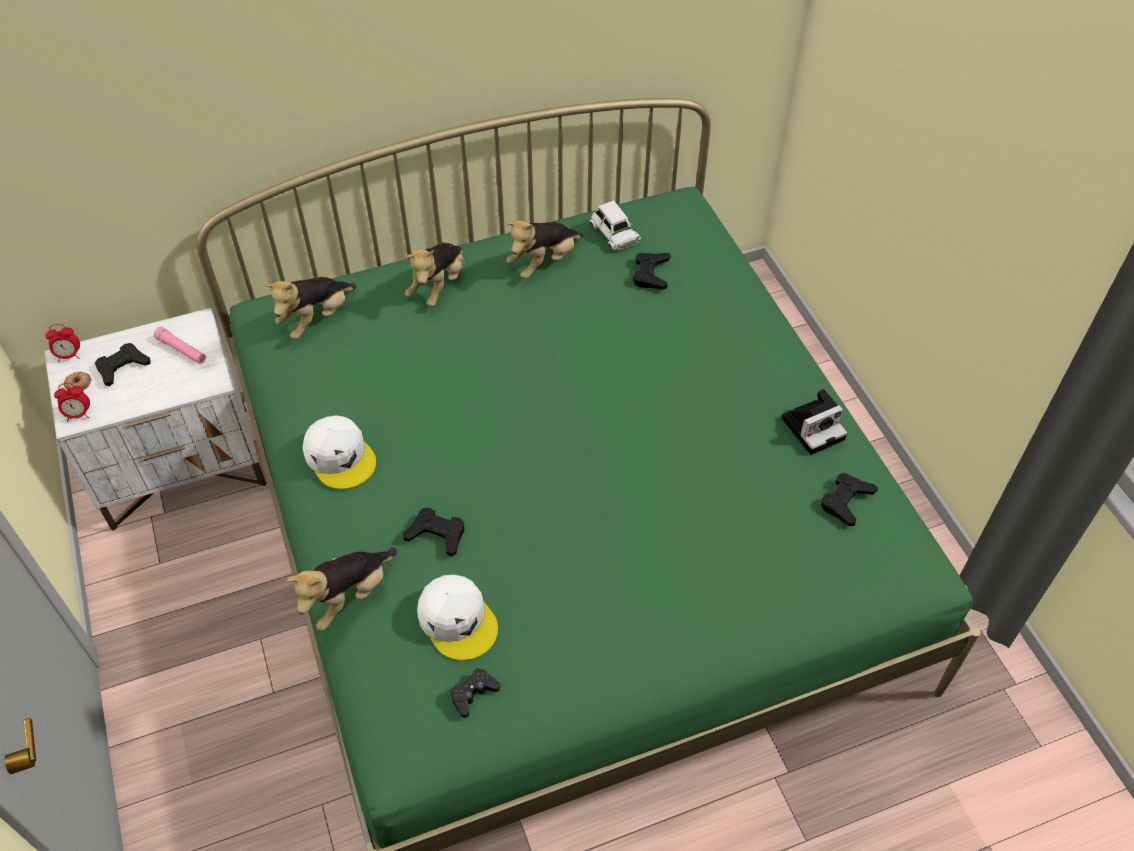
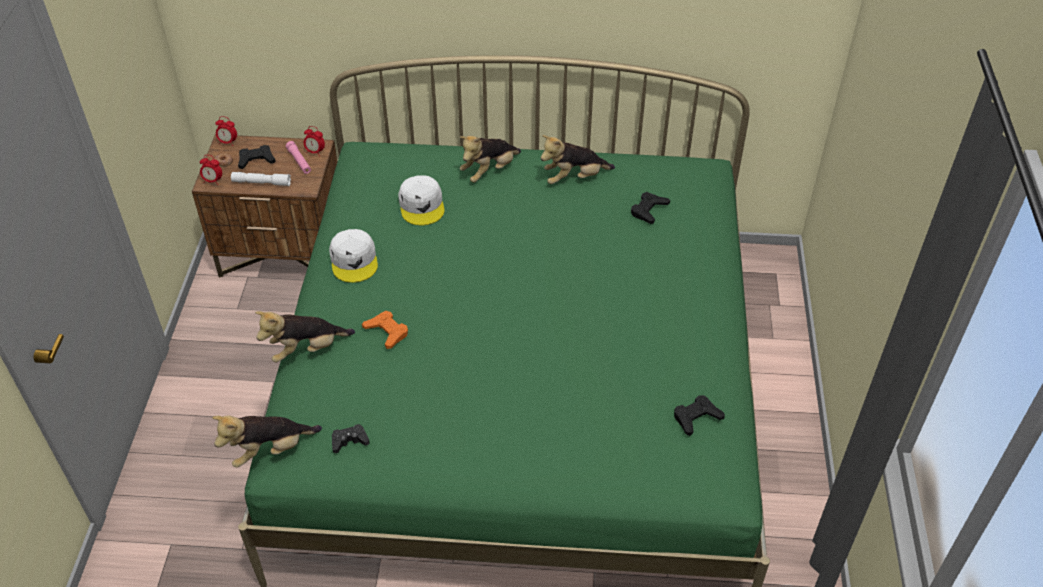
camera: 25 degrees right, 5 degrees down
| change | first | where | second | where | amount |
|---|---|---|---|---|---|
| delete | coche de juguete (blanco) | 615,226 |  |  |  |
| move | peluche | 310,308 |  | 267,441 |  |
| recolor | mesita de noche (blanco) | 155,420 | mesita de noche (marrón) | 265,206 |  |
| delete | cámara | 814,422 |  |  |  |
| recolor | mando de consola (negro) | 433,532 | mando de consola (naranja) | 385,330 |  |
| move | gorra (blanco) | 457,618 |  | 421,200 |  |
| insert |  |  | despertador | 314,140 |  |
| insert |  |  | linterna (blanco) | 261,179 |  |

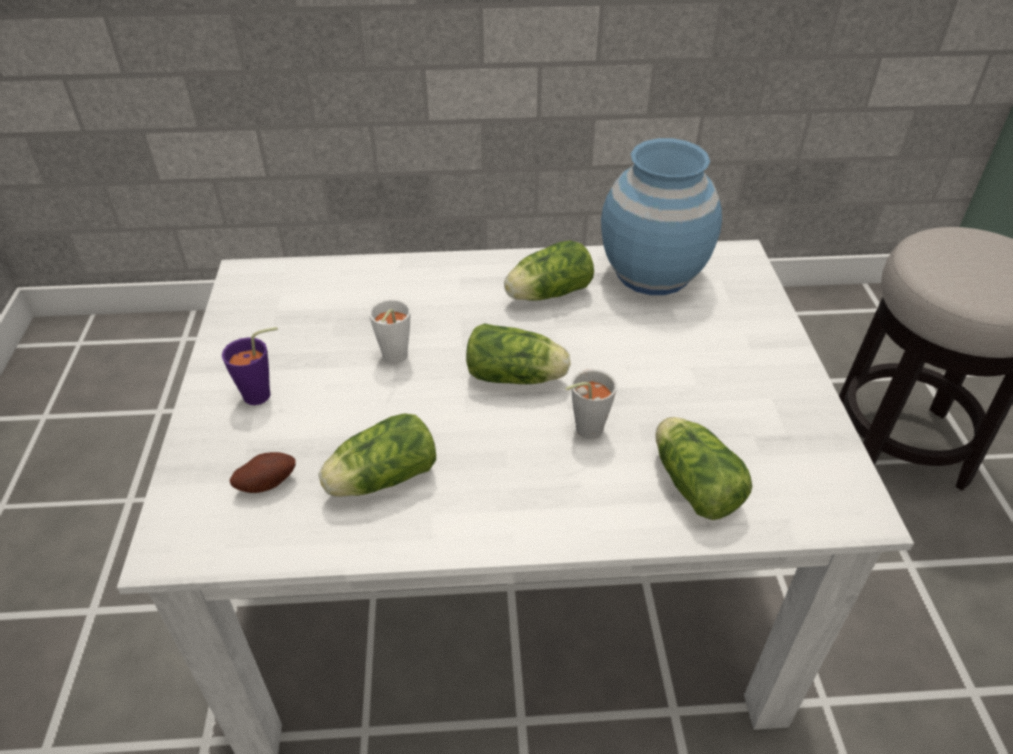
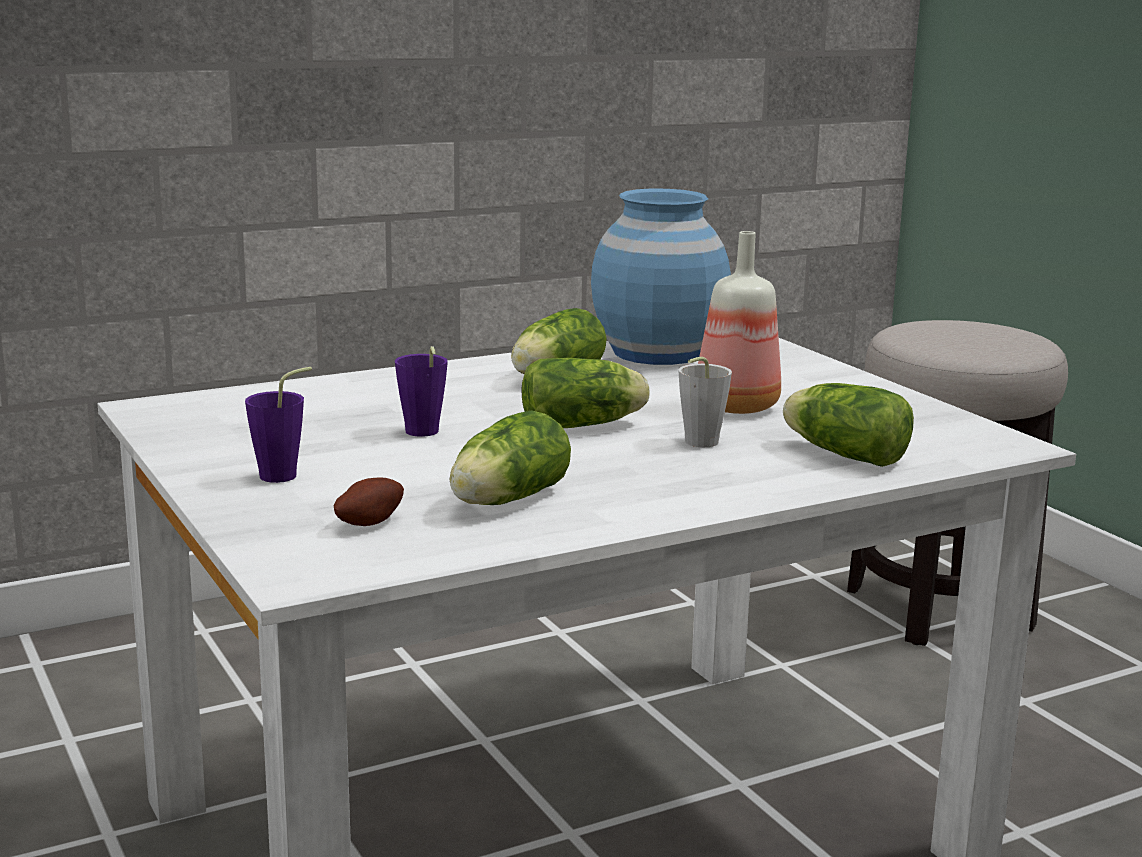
camera: 25 degrees left, 25 degrees down
| change | first | where | second | where | amount |
|---|---|---|---|---|---|
| recolor | taza (blanco) | 390,331 | taza (morado) | 421,391 |  |
| insert |  |  | botella | 739,322 |  |

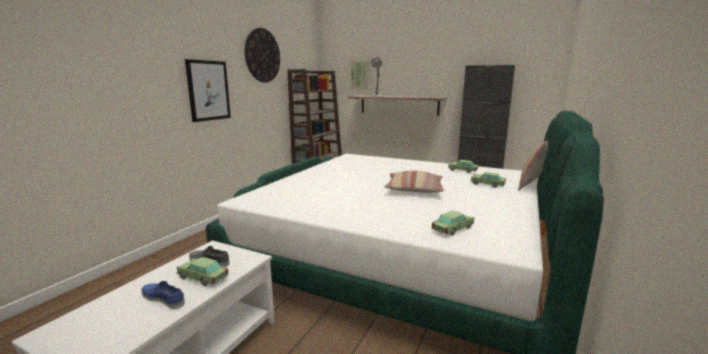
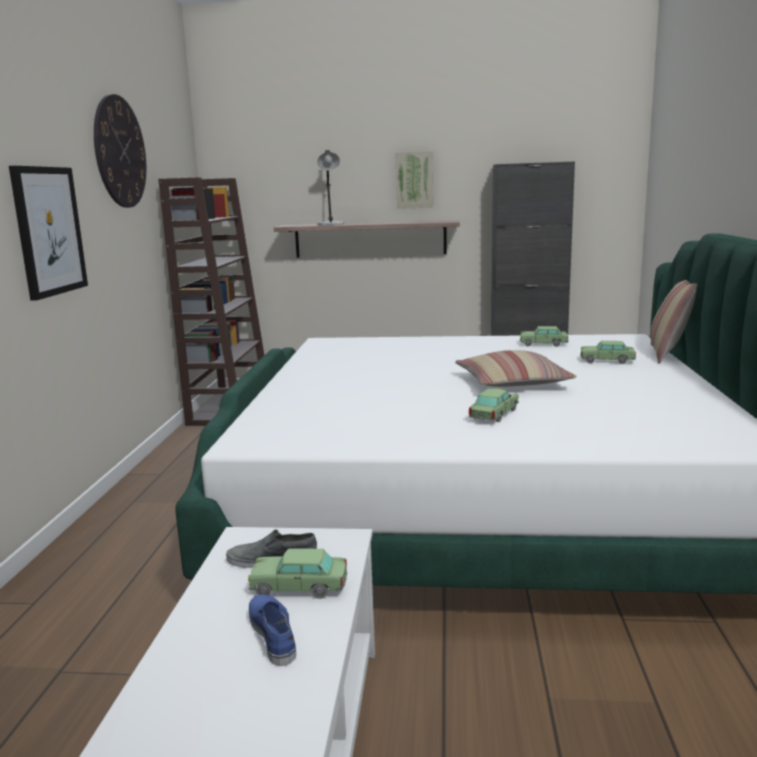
camera: 20 degrees left, 0 degrees up
| change | first | where | second | where | amount |
|---|---|---|---|---|---|
| move | cuadro | 359,75 |  | 414,180 |  |
| move | coche de juguete | 453,223 |  | 494,405 |  |
| rotate | zapato (azul) | 163,295 |  | 272,630 | 60 degrees clockwise |

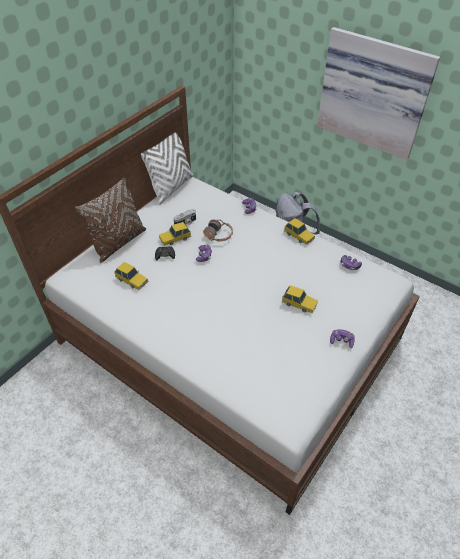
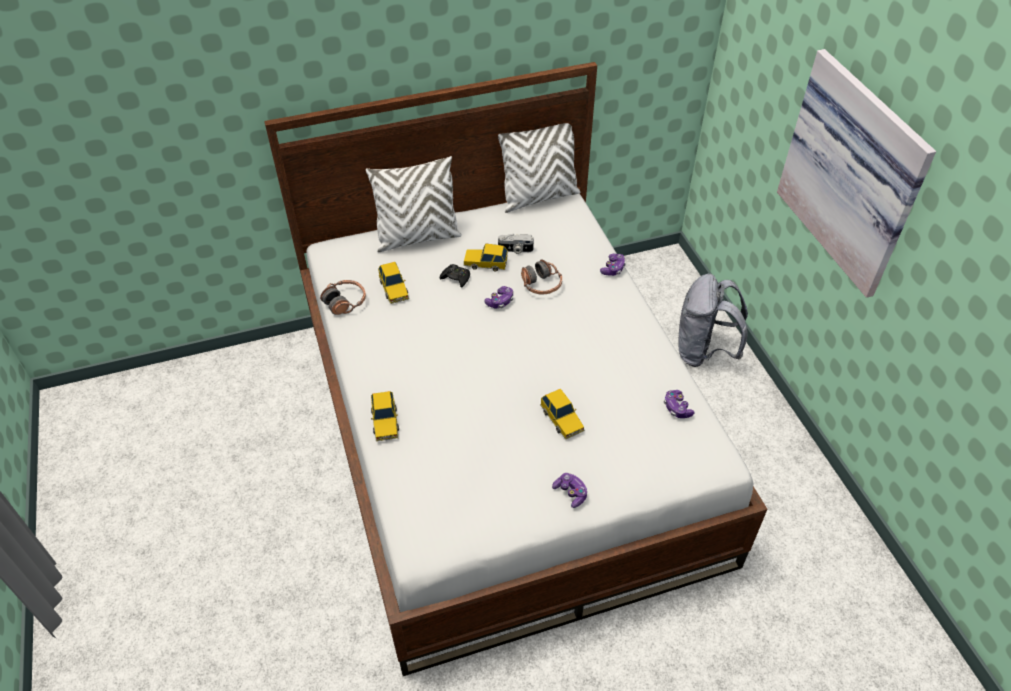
camera: 35 degrees right, 0 degrees up
| change | first | where | second | where | amount |
|---|---|---|---|---|---|
| recolor | cojín (marrón) | 110,220 | cojín (blanco) | 414,204 |  |
| move | coche de juguete | 299,231 |  | 385,416 |  |
| insert |  |  | auriculares | 343,297 |  |

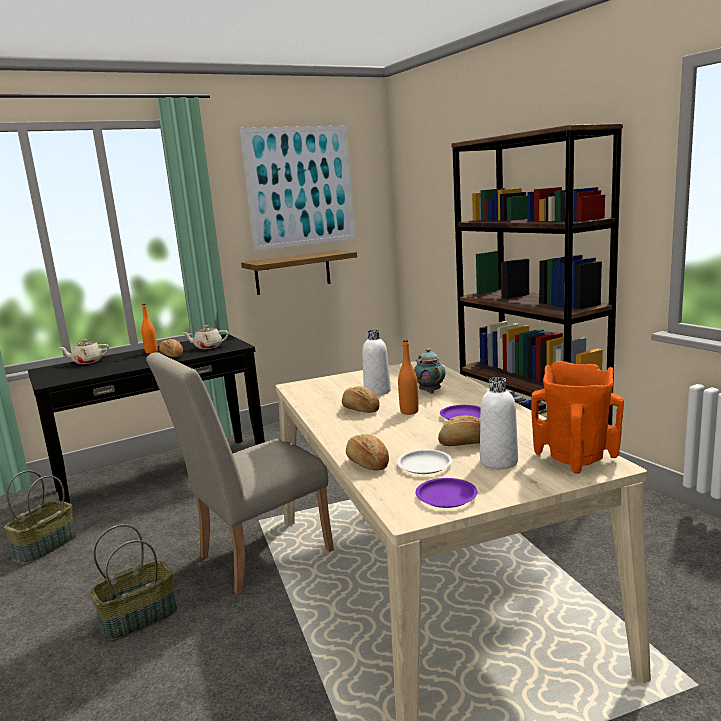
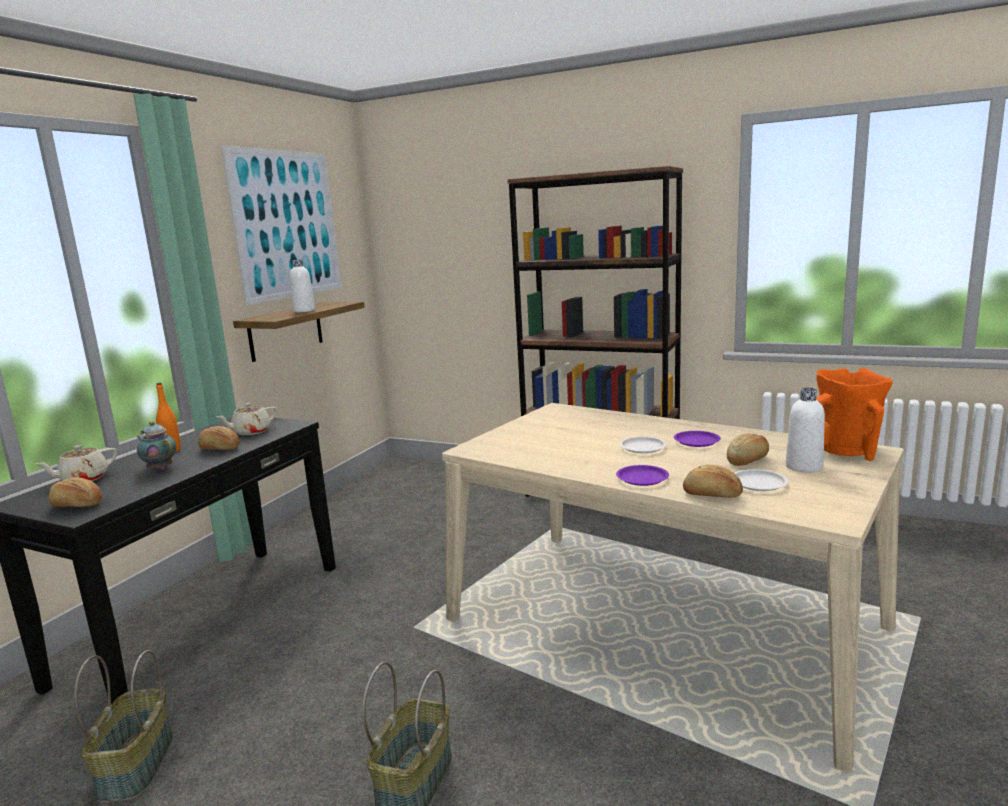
camera: 35 degrees left, 0 degrees up
| change | first | where | second | where | amount |
|---|---|---|---|---|---|
| move | botella (blanco) | 376,362 |  | 302,286 |  |
| replace | botella (naranja) | 408,377 | plato (blanco) | 643,445 |  |
| move | tetera | 430,370 |  | 157,445 |  |
| delete | silla (beis) | 240,474 |  |  |  |
| move | pan | 361,399 |  | 75,492 |  |
| move | plato (morado) | 447,493 |  | 642,475 |  |

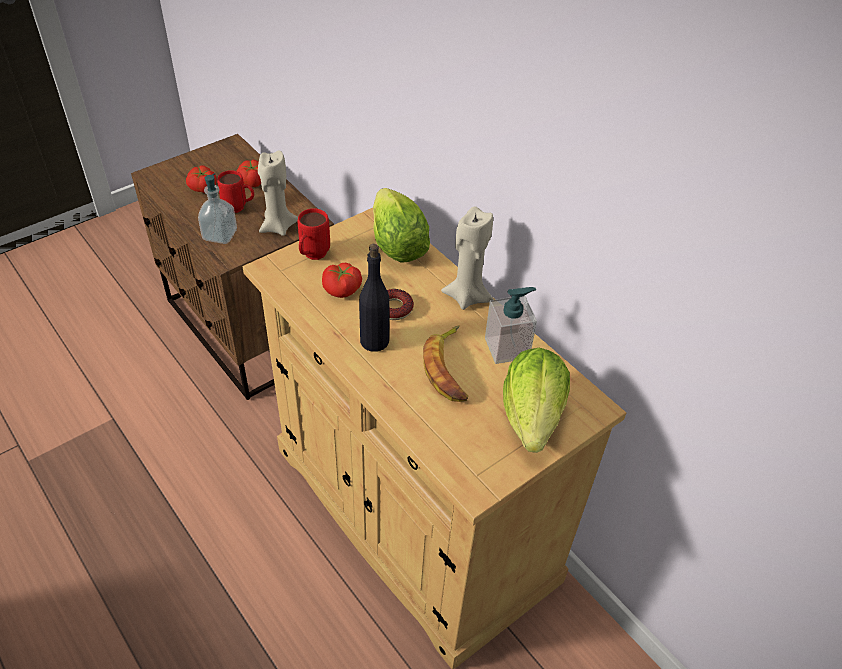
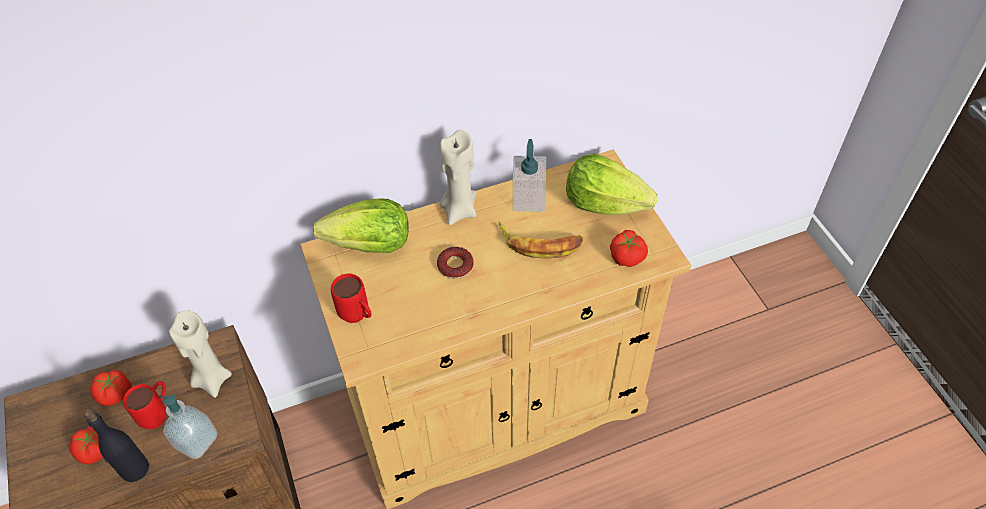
camera: 70 degrees left, 5 degrees up
| change | first | where | second | where | amount |
|---|---|---|---|---|---|
| move | botella (negro) | 374,298 |  | 117,446 |  |
| move | tomate | 342,280 |  | 629,248 |  |

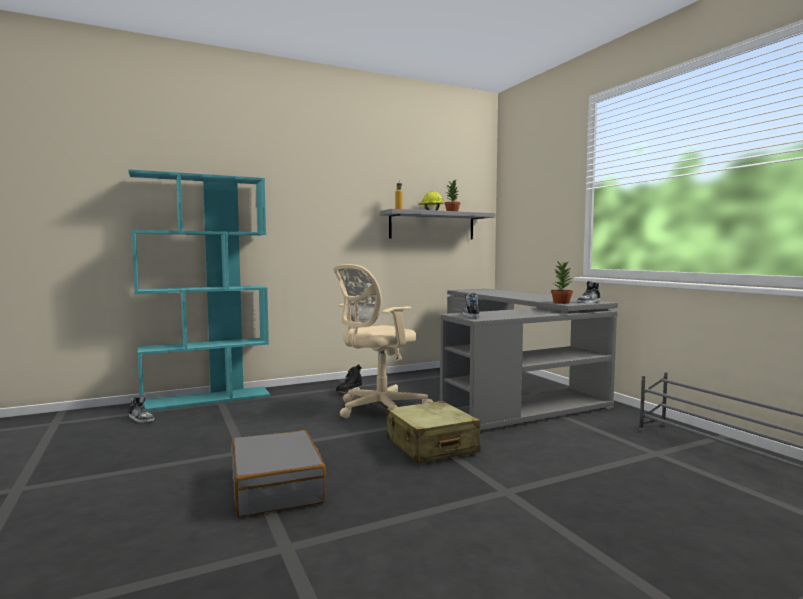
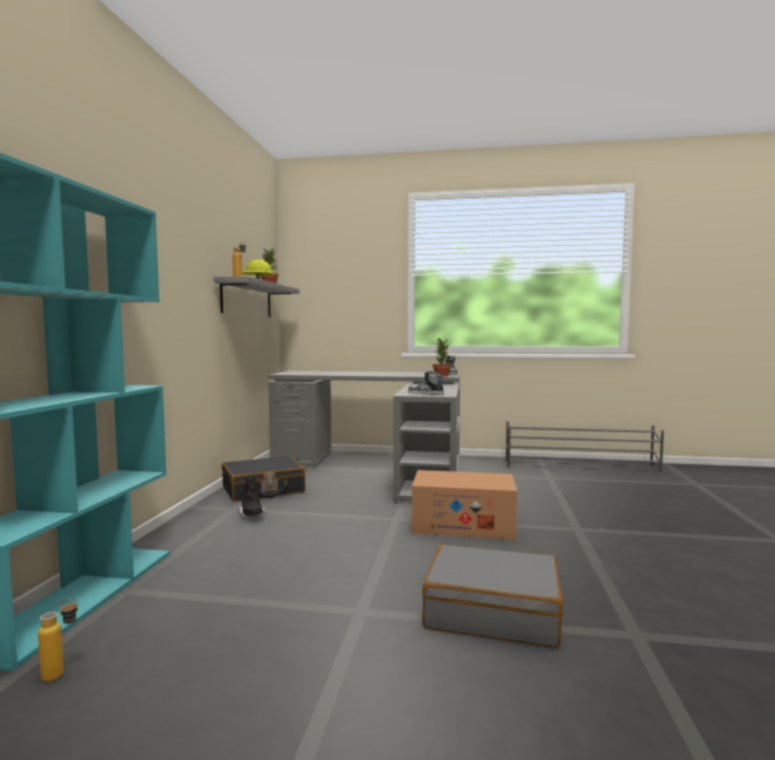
camera: 55 degrees left, 0 degrees up
| change | first | where | second | where | amount |
|---|---|---|---|---|---|
| delete | silla de oficina (beis) | 383,341 |  |  |  |
| replace | zapato | 141,409 | botella | 58,640 |  |
| replace | maleta (beis) | 433,431 | caja de cartón | 464,505 |  |
| insert |  |  | maleta (negro) | 263,479 |  |

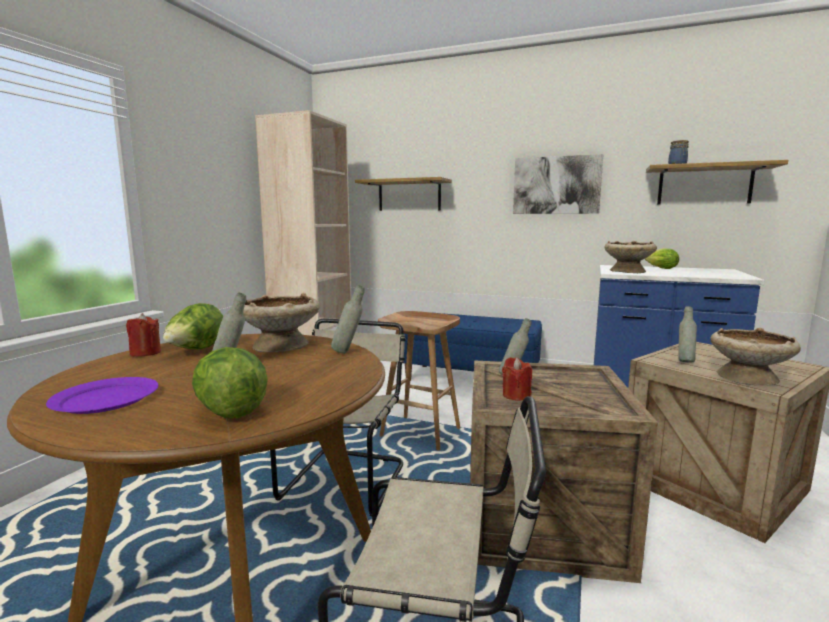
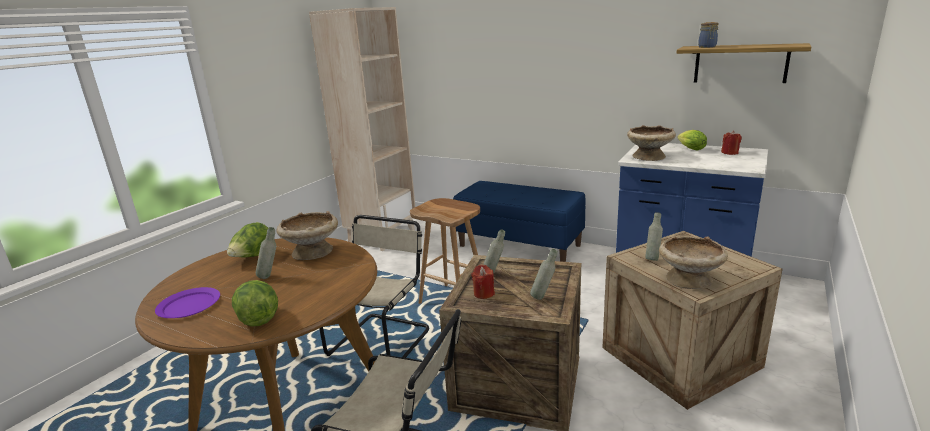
camera: 10 degrees right, 10 degrees up
| change | first | where | second | where | amount |
|---|---|---|---|---|---|
| delete | cuadro | 558,184 |  |  |  |
| delete | estante | 403,194 |  |  |  |
| move | botella (gris) | 348,319 |  | 543,274 |  |
| move | vela (rojo) | 143,334 |  | 731,143 |  |

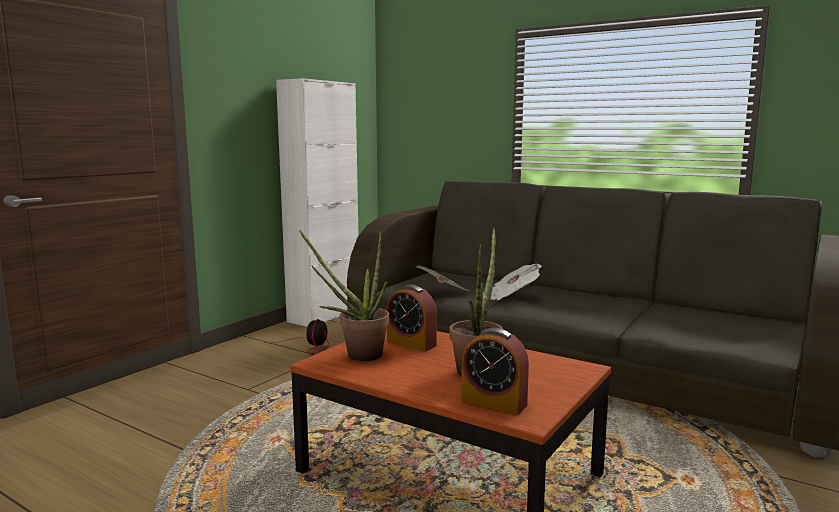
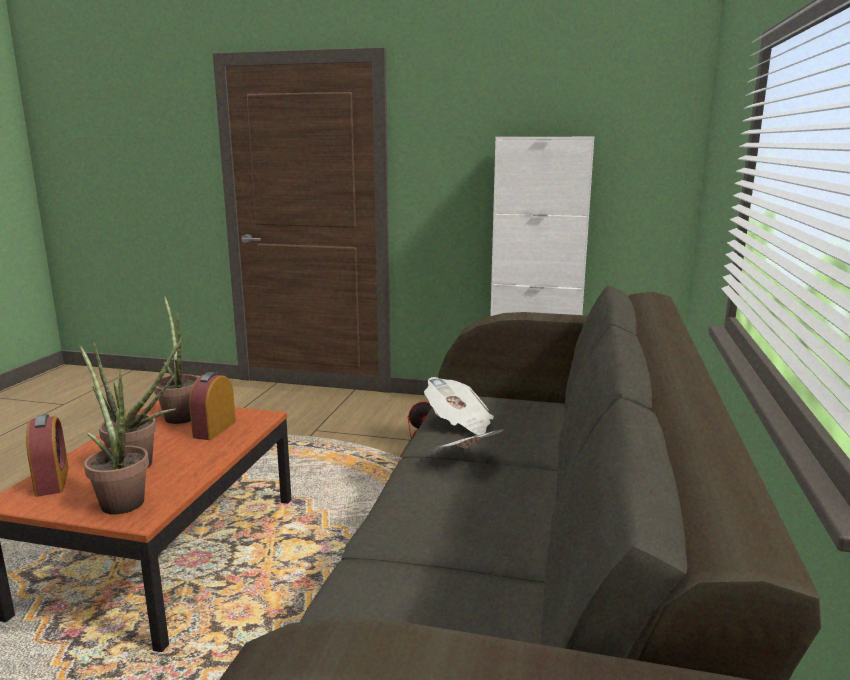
camera: 70 degrees right, 5 degrees up
| change | first | where | second | where | amount |
|---|---|---|---|---|---|
| rotate | despertador | 495,371 |  | 47,455 | 150 degrees clockwise |
| insert |  |  | planta en maceta | 114,430 |  |

